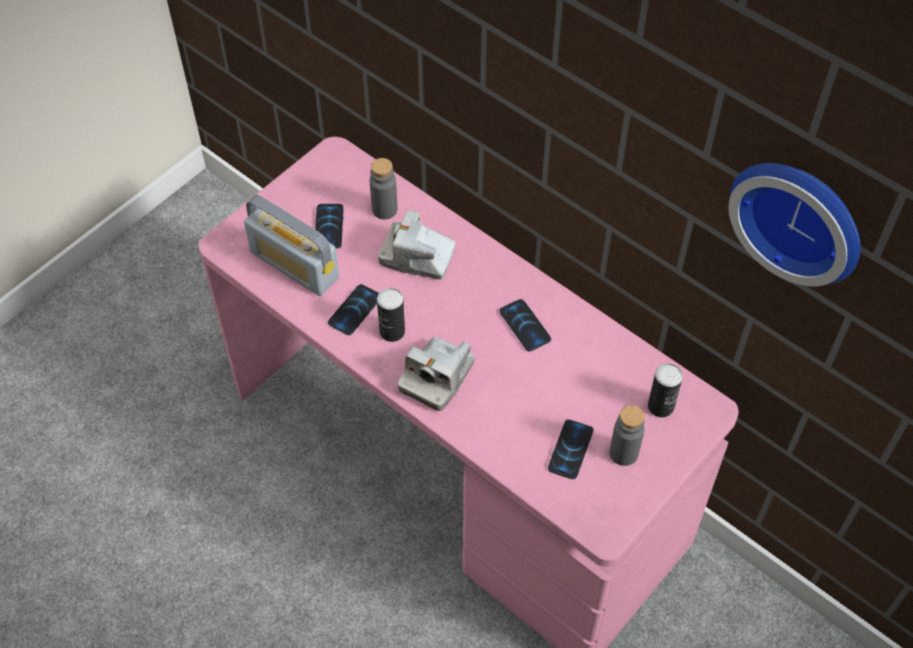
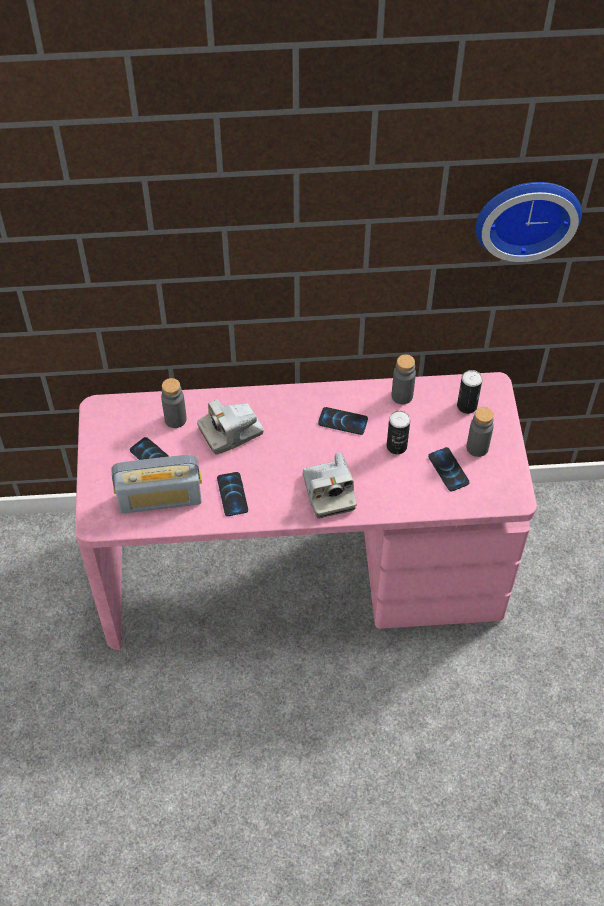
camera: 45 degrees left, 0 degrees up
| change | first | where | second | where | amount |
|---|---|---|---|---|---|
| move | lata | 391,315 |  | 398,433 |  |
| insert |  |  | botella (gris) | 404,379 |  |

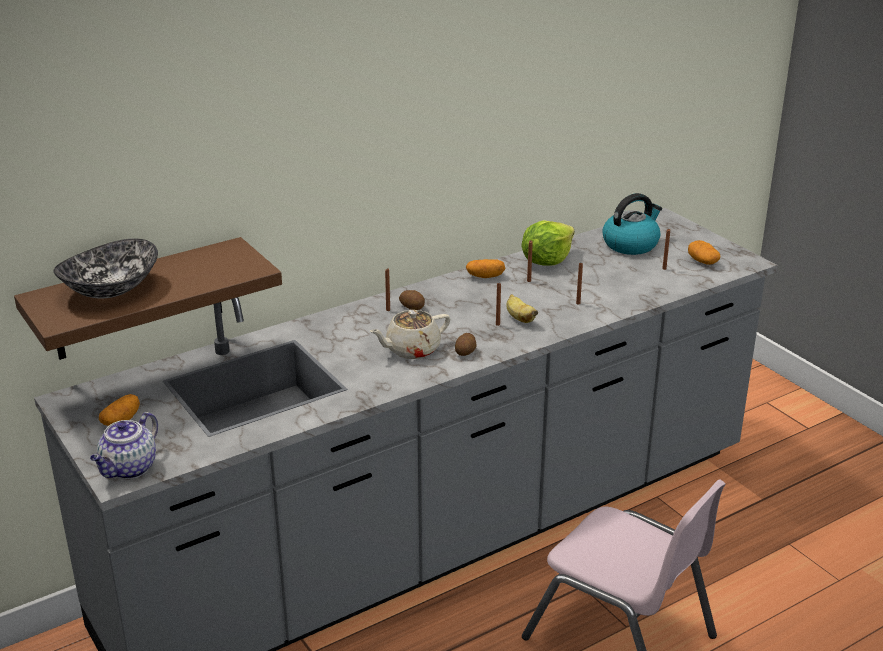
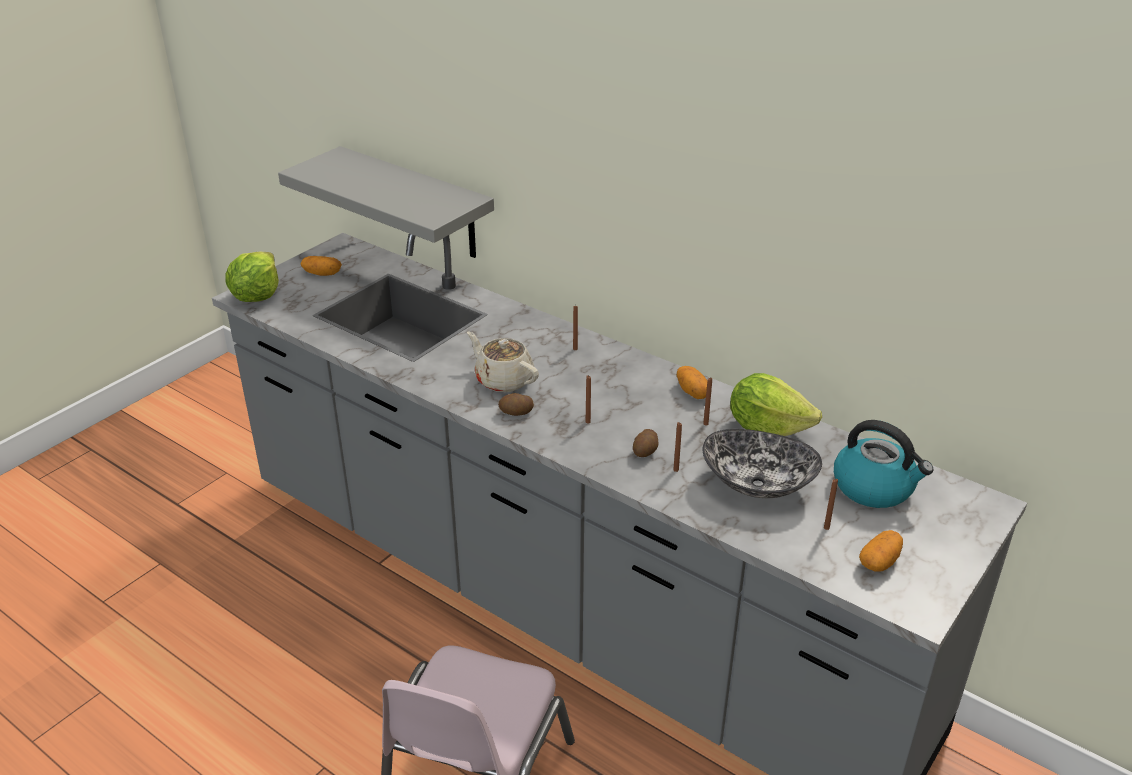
camera: 70 degrees right, 5 degrees up
| change | first | where | second | where | amount |
|---|---|---|---|---|---|
| recolor | estante (marrón) | 148,298 | estante (gris) | 386,202 |  |
| move | cuenco | 106,269 |  | 762,463 |  |
| move | patata | 412,300 |  | 645,443 |  |
| delete | plátano | 522,308 |  |  |  |
| replace | tetera | 124,445 | lechuga | 252,276 |  |

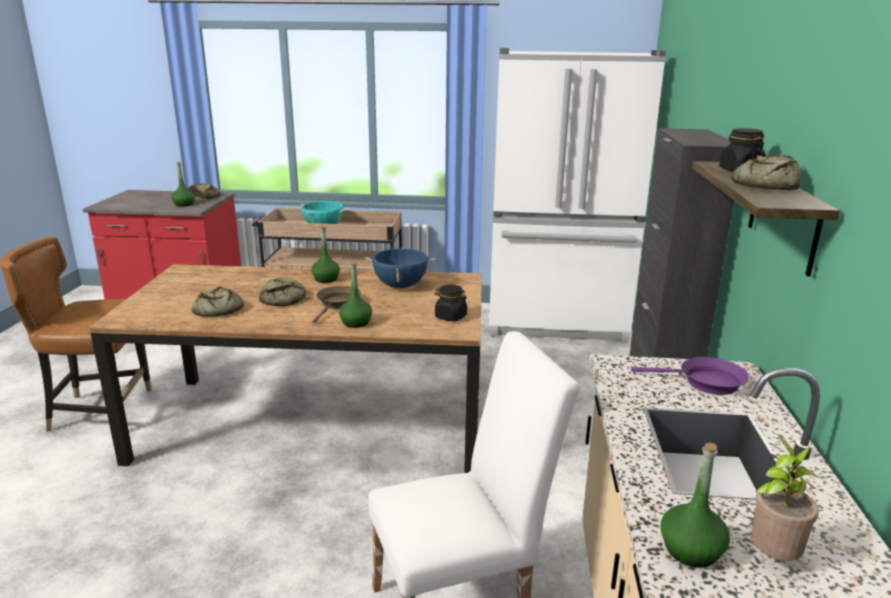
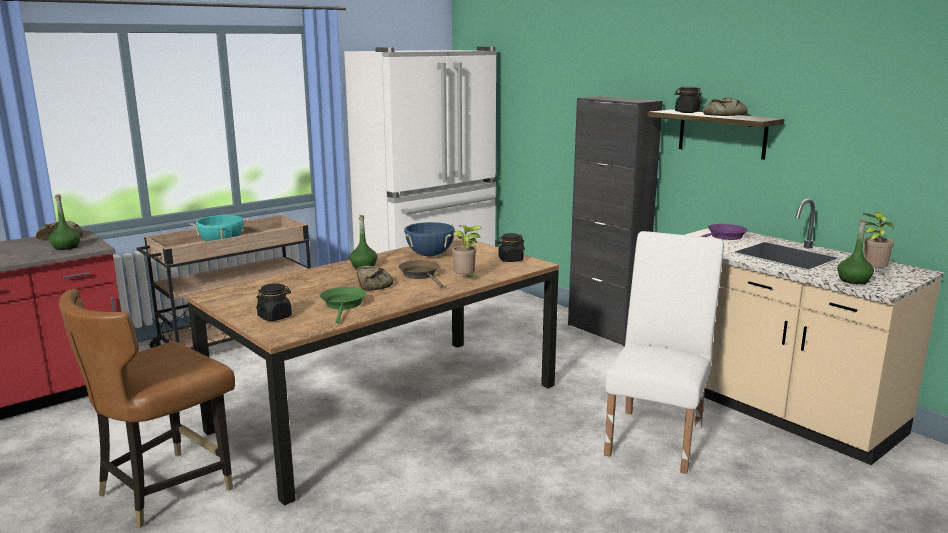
camera: 45 degrees left, 5 degrees down
| change | first | where | second | where | amount |
|---|---|---|---|---|---|
| replace | botella (verde) | 355,295 | planta en maceta | 467,251 |  |
| replace | pan | 218,302 | sartén (verde) | 343,305 |  |
| insert |  |  | tarro (negro) | 274,302 |  |

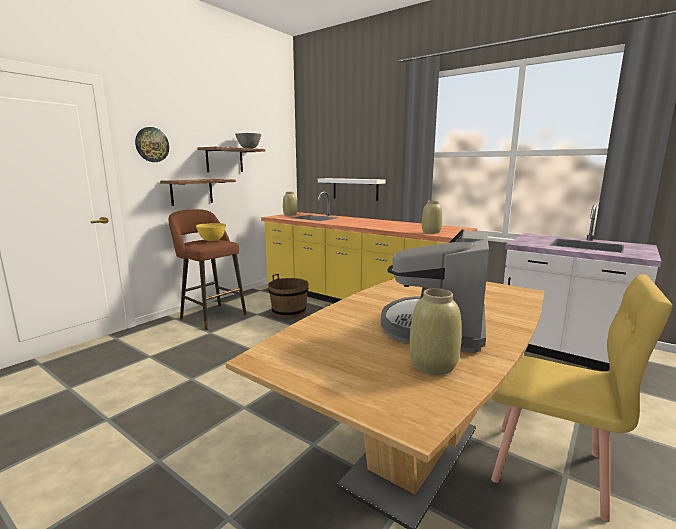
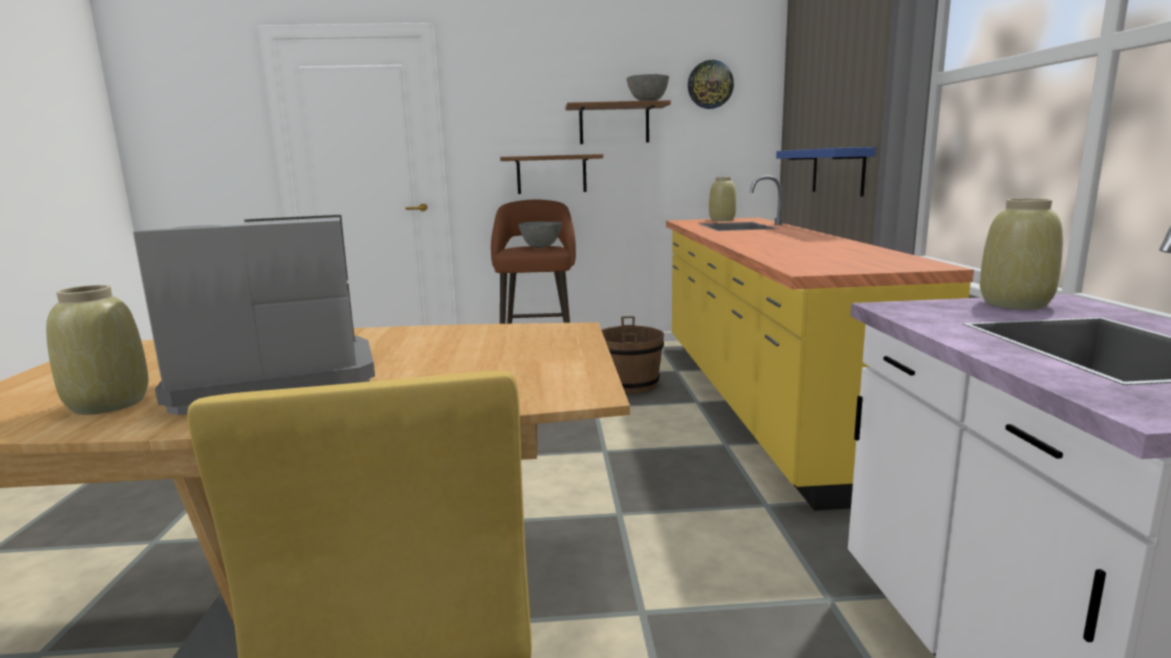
camera: 50 degrees right, 0 degrees up
| change | first | where | second | where | amount |
|---|---|---|---|---|---|
| move | reloj de pared | 152,144 |  | 711,84 |  |
| recolor | estante (blanco) | 352,189 | estante (azul) | 826,172 |  |
| move | florero (beis) | 432,217 |  | 1021,253 |  |
| recolor | cuenco (amarillo) | 211,232 | cuenco (gris) | 540,235 |  |

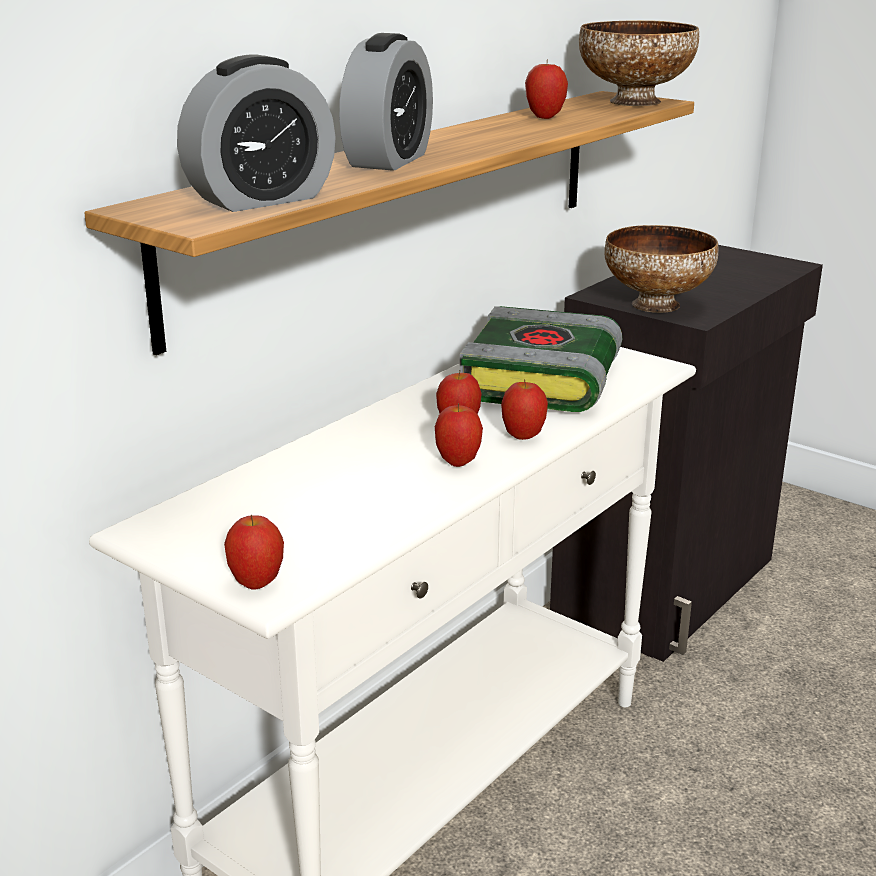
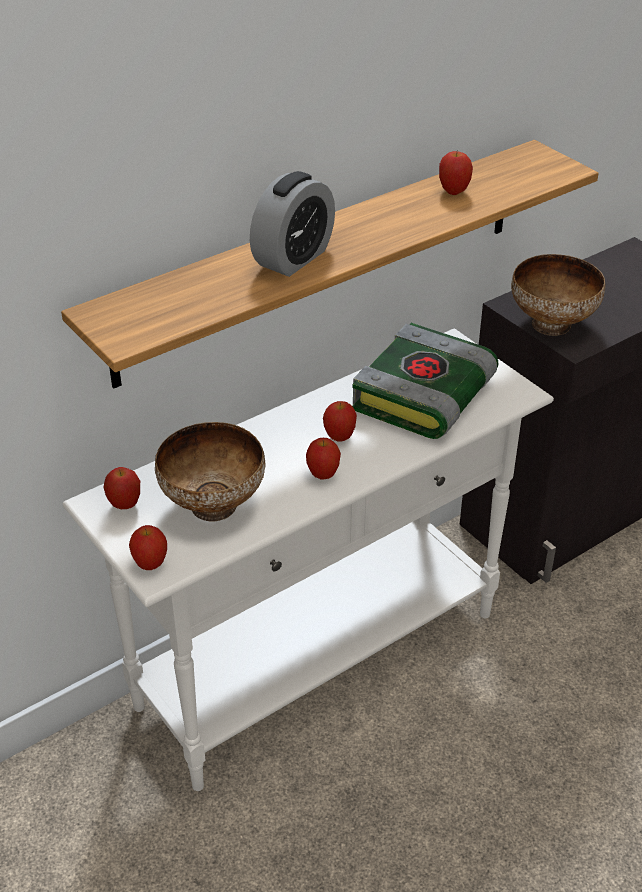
camera: 15 degrees right, 15 degrees up
| change | first | where | second | where | amount |
|---|---|---|---|---|---|
| move | cuenco | 639,63 |  | 210,471 |  |
| delete | despertador | 256,133 |  |  |  |
| move | manzana | 524,410 |  | 121,488 |  |

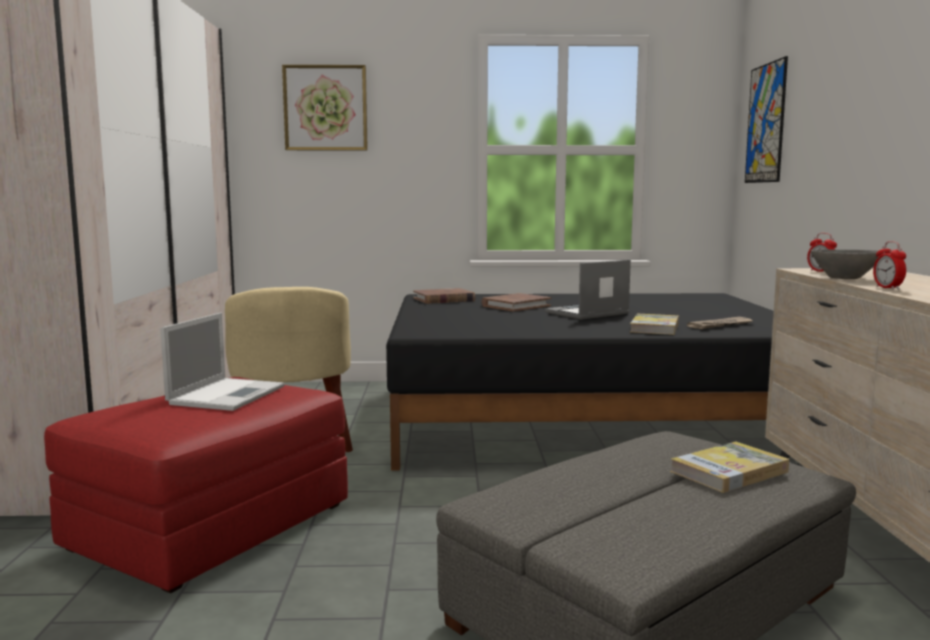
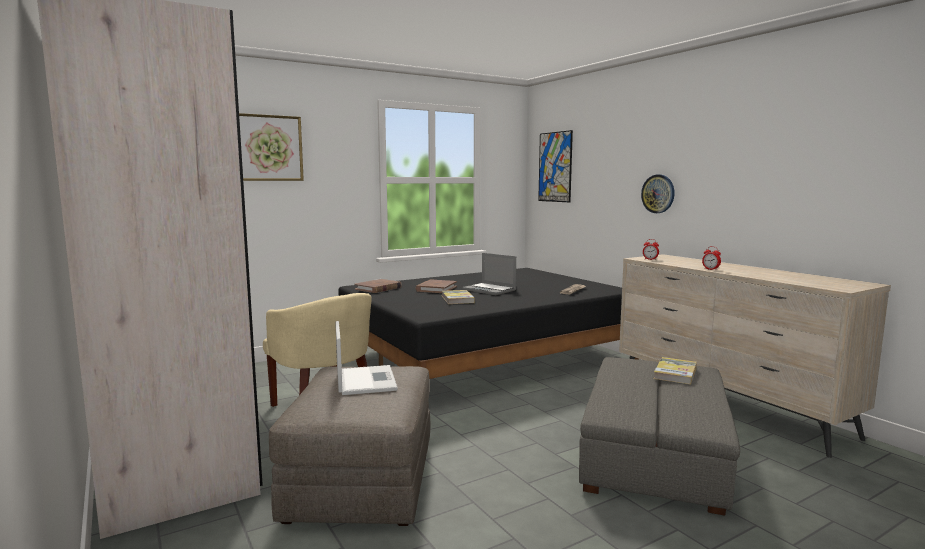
camera: 30 degrees left, 0 degrees up
| change | first | where | second | where | amount |
|---|---|---|---|---|---|
| delete | cuenco (gris) | 844,264 |  |  |  |
| rotate | portátil | 588,289 |  | 489,274 | 75 degrees counterclockwise |
| move | libro | 654,324 |  | 458,297 |  |
| recolor | puf (rojo) | 196,485 | puf (gris) | 349,446 |  |
| insert |  |  | reloj de pared | 658,194 |  |

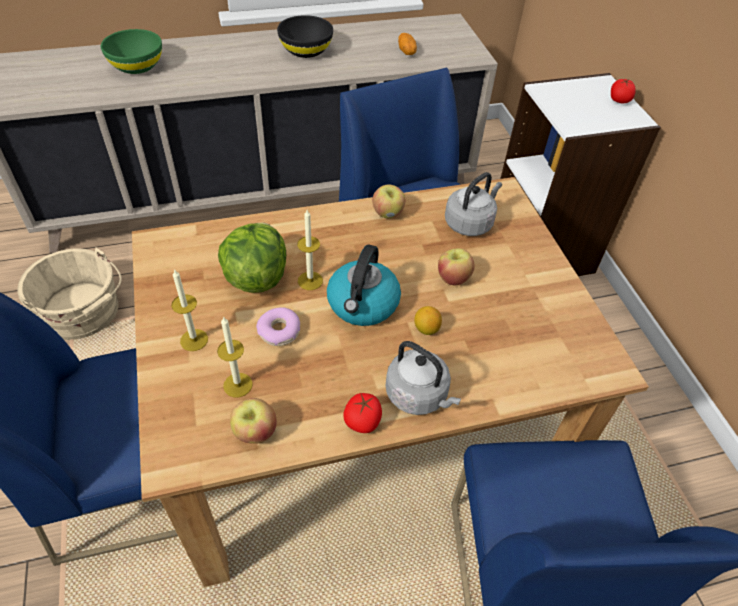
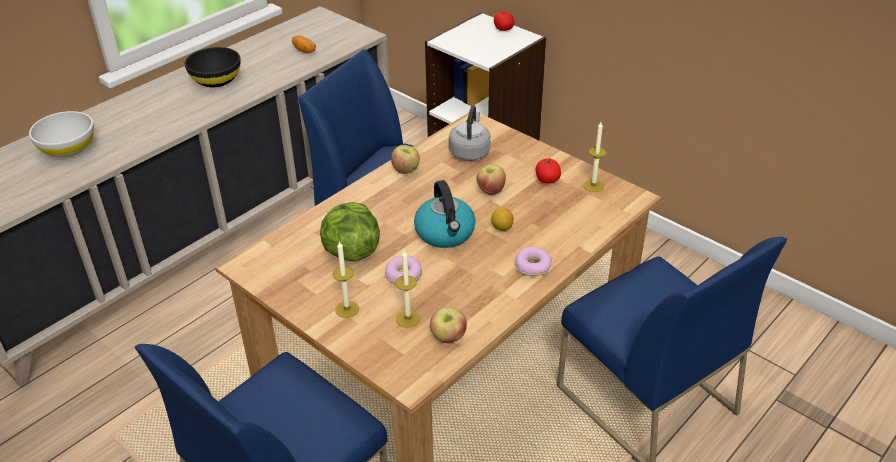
camera: 30 degrees left, 10 degrees down
| change | first | where | second | where | amount |
|---|---|---|---|---|---|
| recolor | cuenco (verde) | 131,51 | cuenco (blanco) | 61,134 |  |
| move | vela | 310,250 |  | 594,157 |  |
| delete | cubo (beis) | 69,294 |  |  |  |
| replace | hervidor (gris) | 423,378 | rosquilla | 534,261 |  |
| move | tomate | 362,413 |  | 548,171 |  |

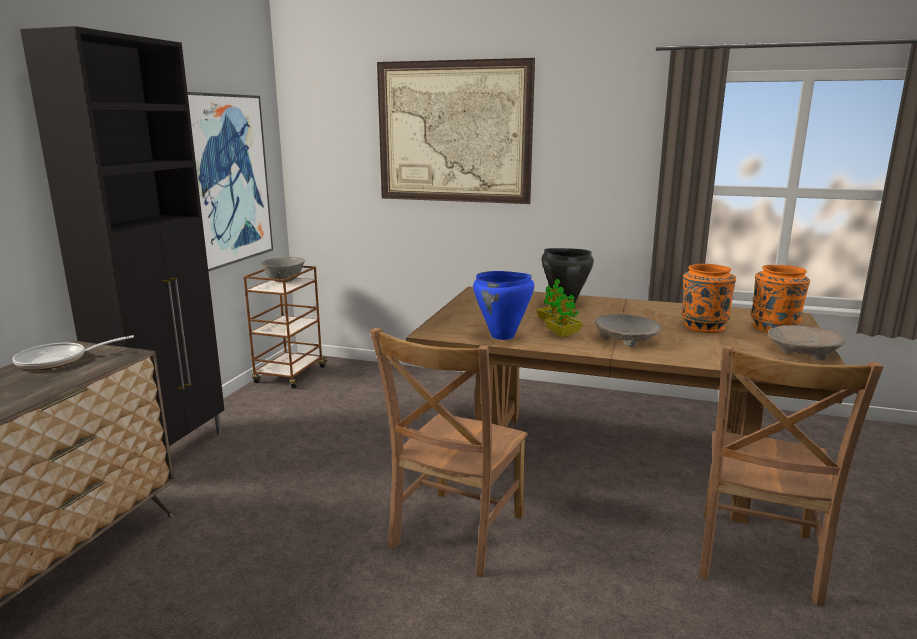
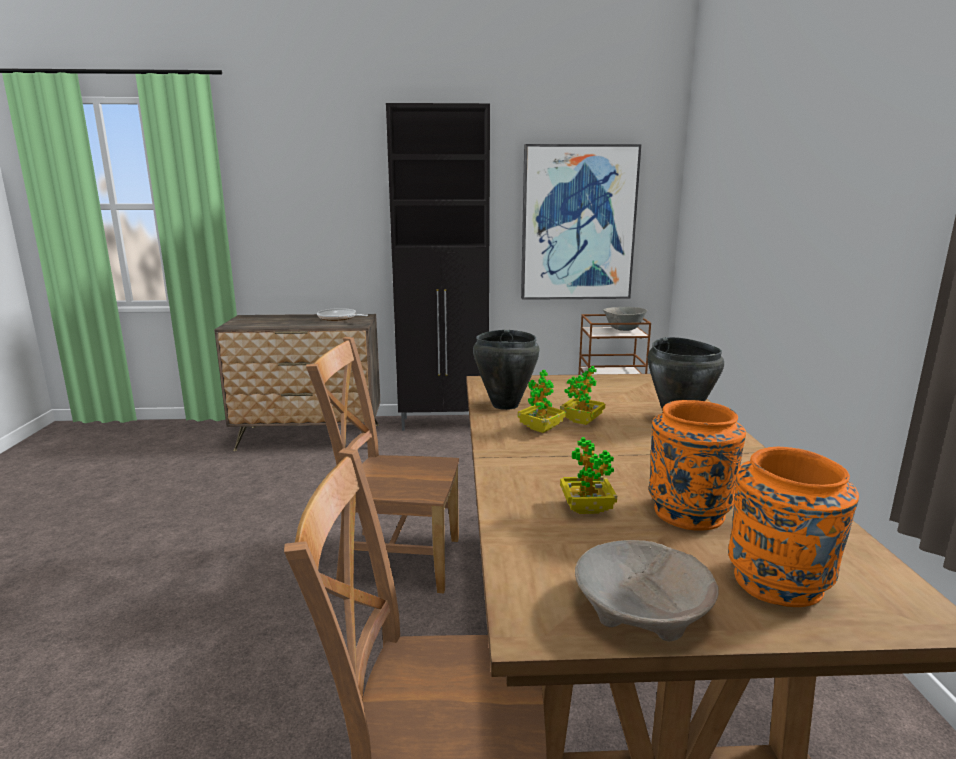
camera: 70 degrees right, 0 degrees up
| change | first | where | second | where | amount |
|---|---|---|---|---|---|
| delete | cuadro | 456,131 |  |  |  |
| recolor | olla (azul) | 503,305 | olla (negro) | 506,370 |  |
| delete | cuenco (beis) | 628,330 |  |  |  |
| insert |  |  | planta en maceta | 588,475 |  |

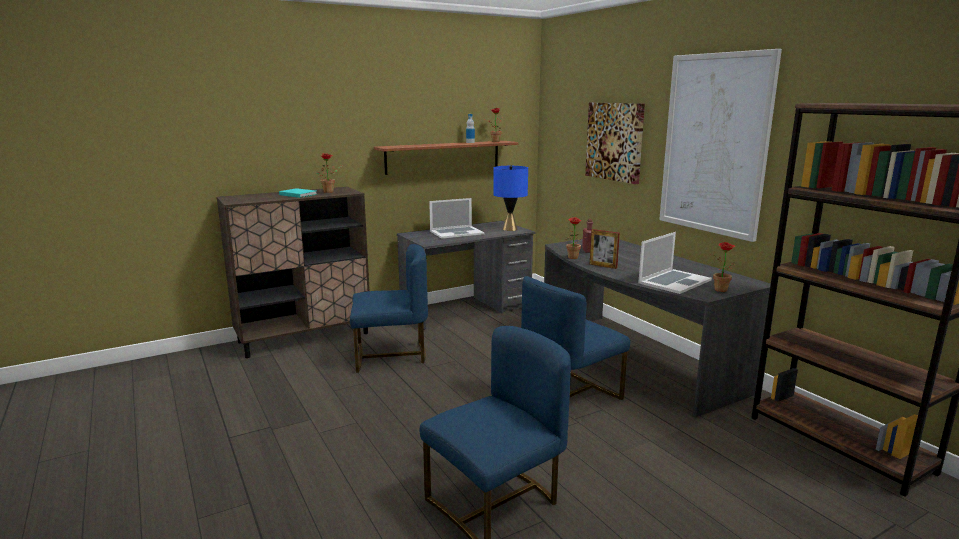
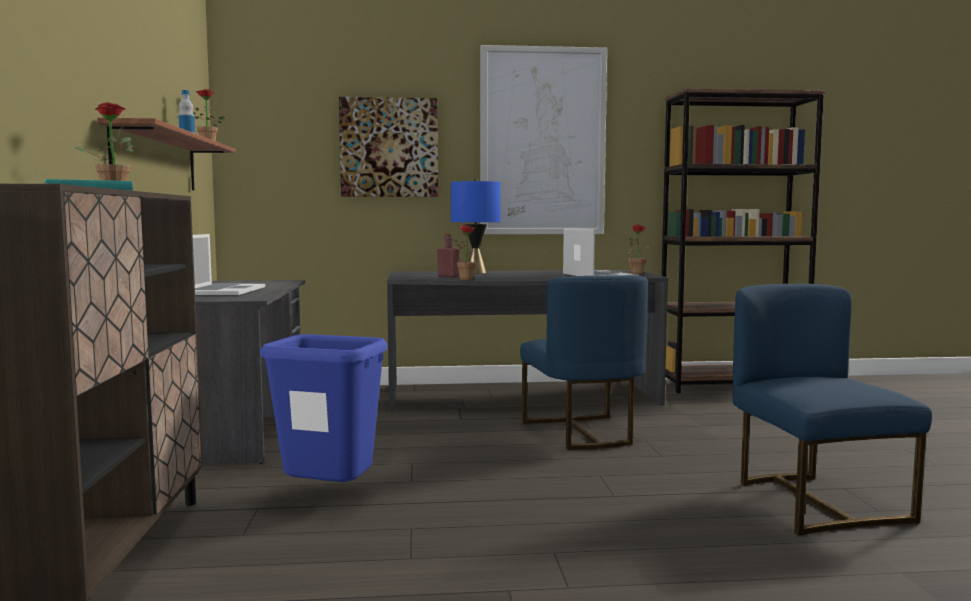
camera: 65 degrees left, 10 degrees down
| change | first | where | second | where | amount |
|---|---|---|---|---|---|
| move | lámpara de mesa (azul) | 510,198 |  | 475,226 |  |
| delete | portarretratos | 605,249 |  |  |  |
| replace | silla (azul) | 389,308 | papelera (azul) | 323,408 |  |

